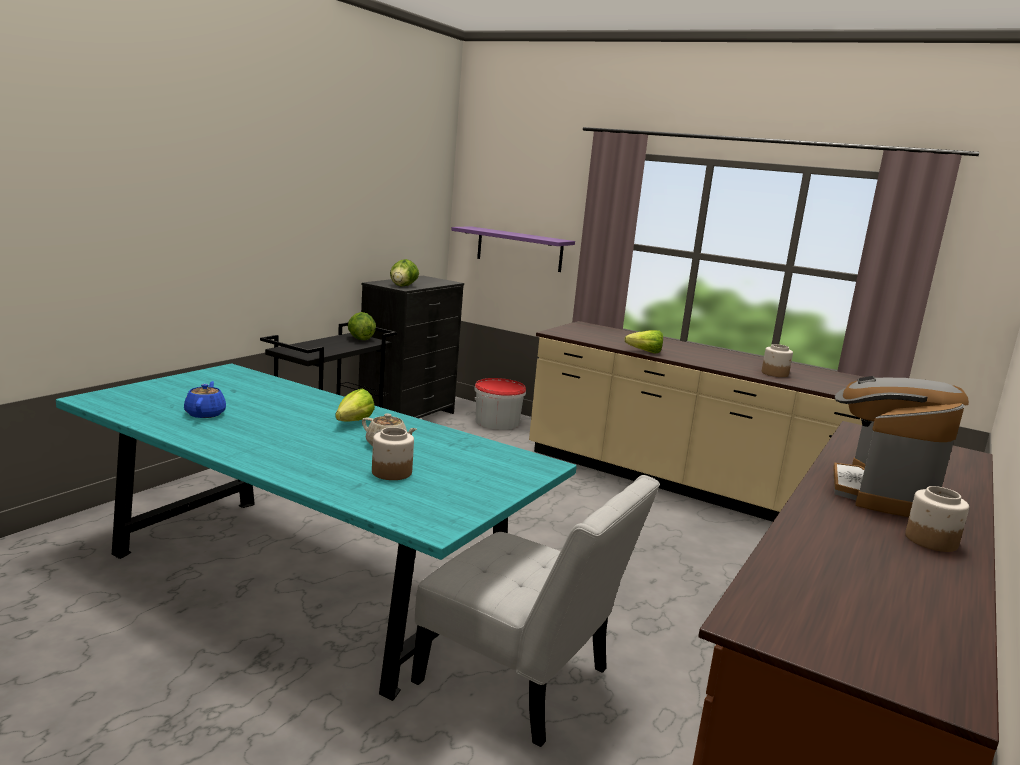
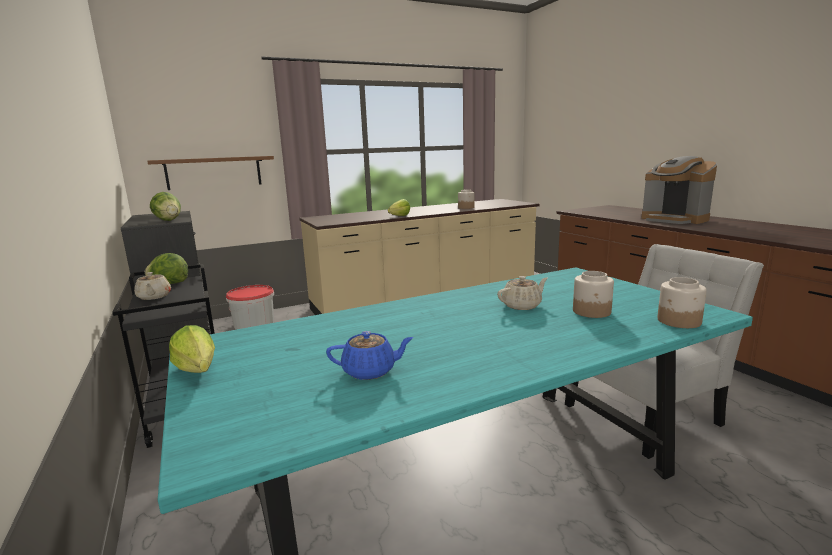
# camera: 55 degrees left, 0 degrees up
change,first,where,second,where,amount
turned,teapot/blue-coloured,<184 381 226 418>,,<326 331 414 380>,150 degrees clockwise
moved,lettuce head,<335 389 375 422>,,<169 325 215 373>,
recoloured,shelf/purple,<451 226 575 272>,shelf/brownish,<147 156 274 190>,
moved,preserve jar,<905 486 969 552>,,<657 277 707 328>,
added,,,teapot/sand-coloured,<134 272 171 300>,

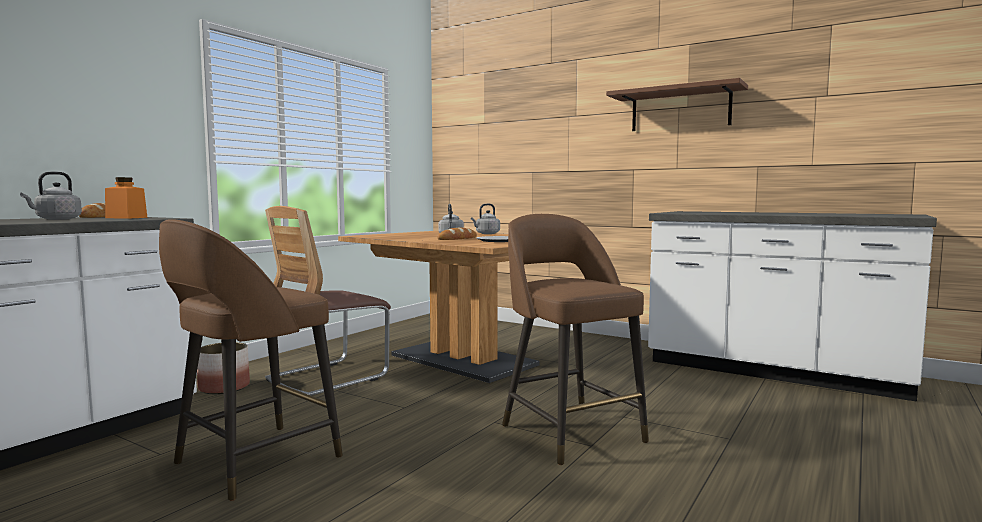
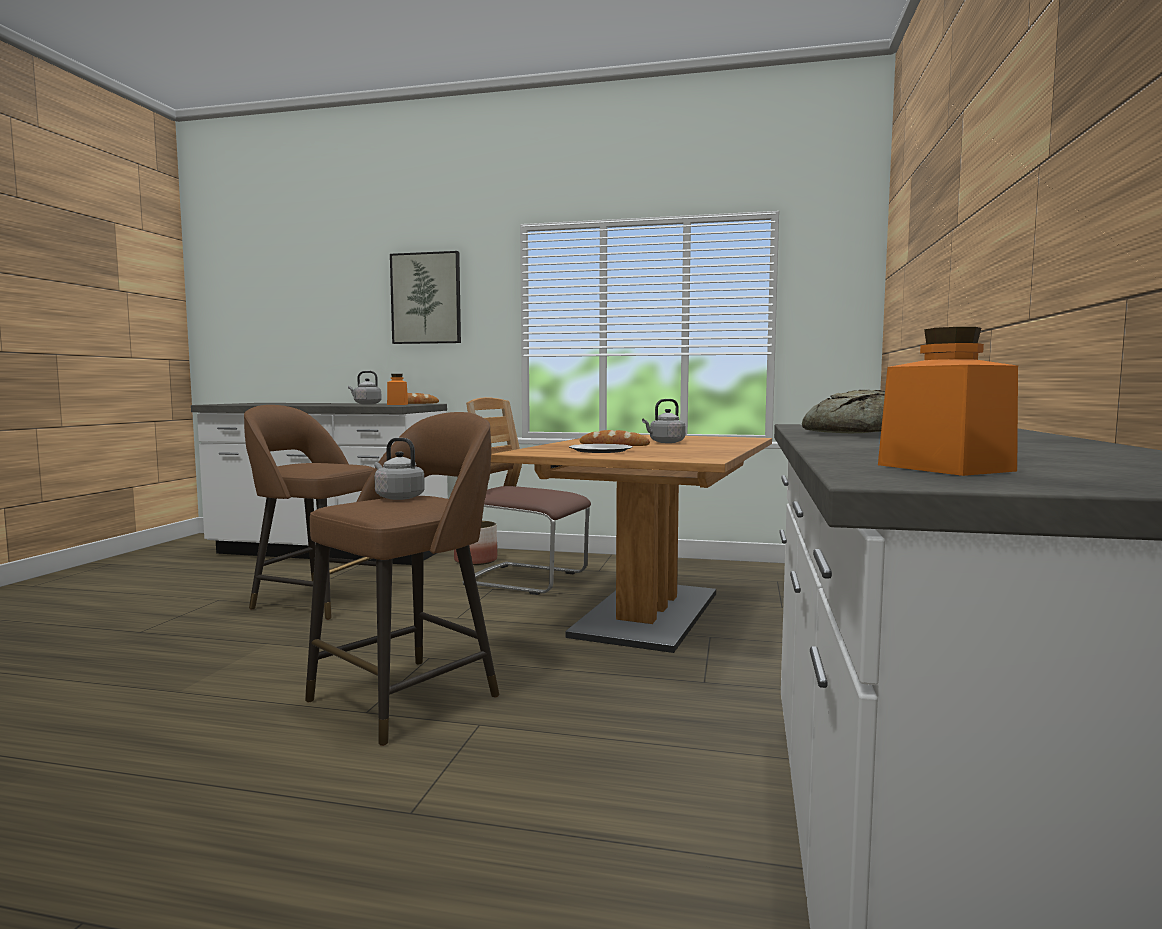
# camera: 70 degrees right, 0 degrees up
change,first,where,second,where,amount
moved,tea kettle/grey,<471 204 500 234>,,<374 438 425 500>,
removed,shelf/brownish,<606 78 748 131>,,,
added,,,wall picture,<390 251 461 344>,
added,,,baked bread,<802 390 885 433>,
added,,,preserve jar/orangey,<878 327 1018 476>,

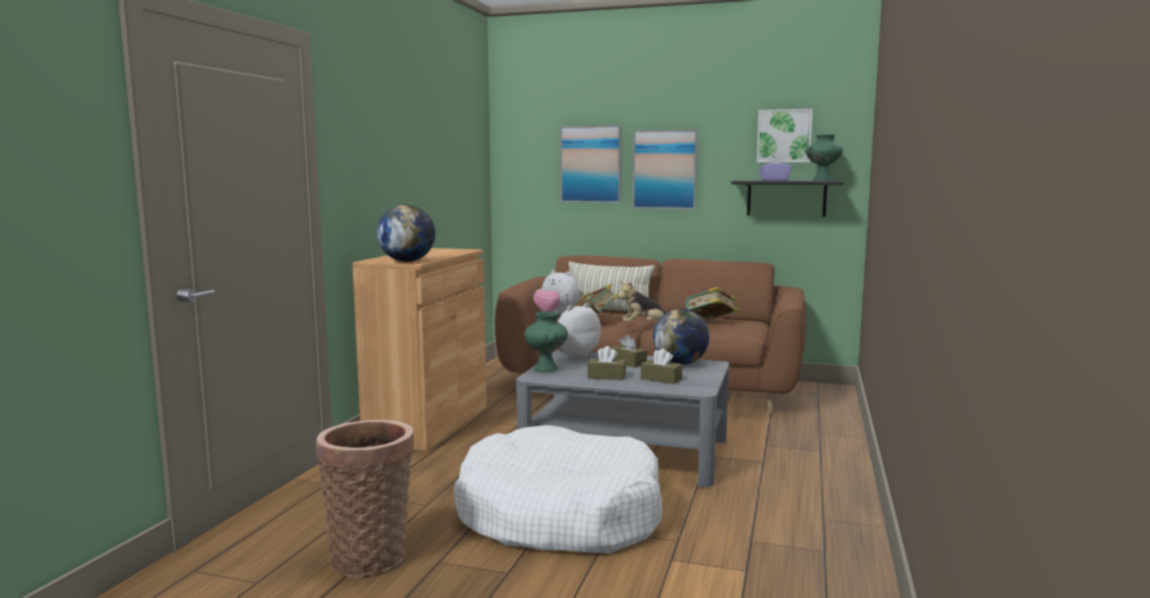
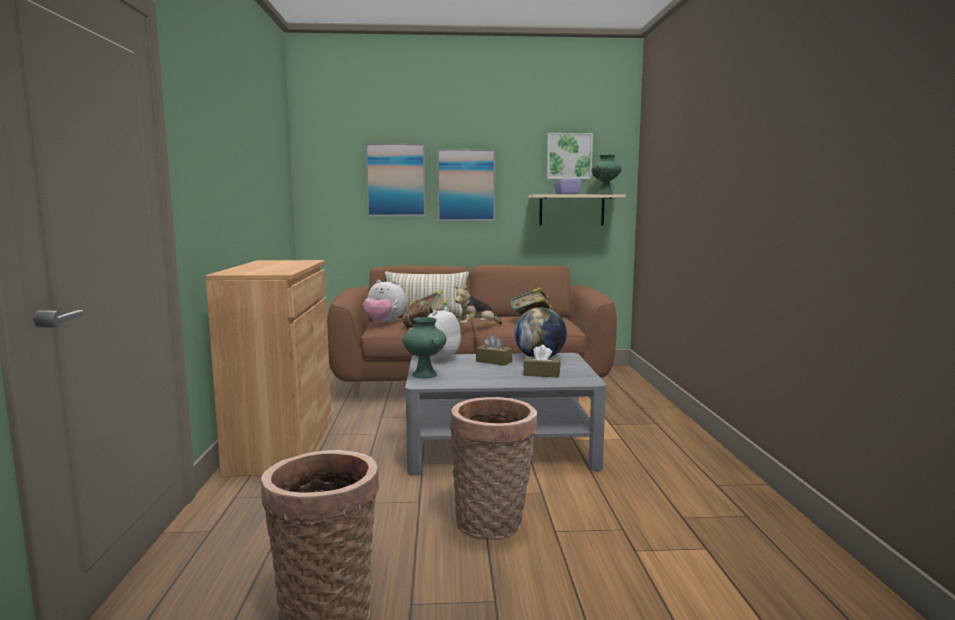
# camera: 20 degrees left, 0 degrees up
change,first,where,second,where,amount
removed,world globe,<377 205 435 262>,,,
replaced,dog cushion/white-coloured,<453 425 662 554>,storage basket,<451 397 538 539>,
removed,box of tissues/brownish,<587 346 626 380>,,,
recoloured,shelf/black-coloured,<731 181 843 217>,shelf/sand-coloured,<528 194 626 226>,

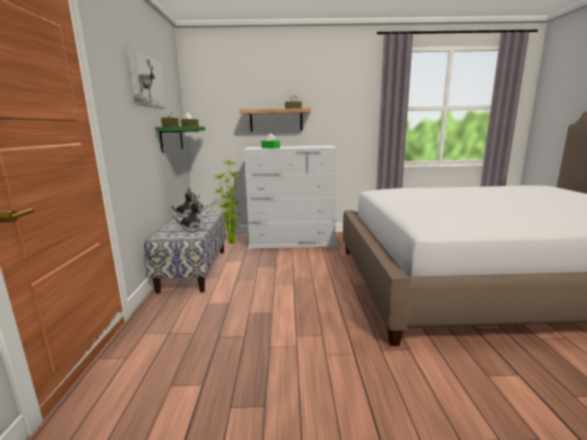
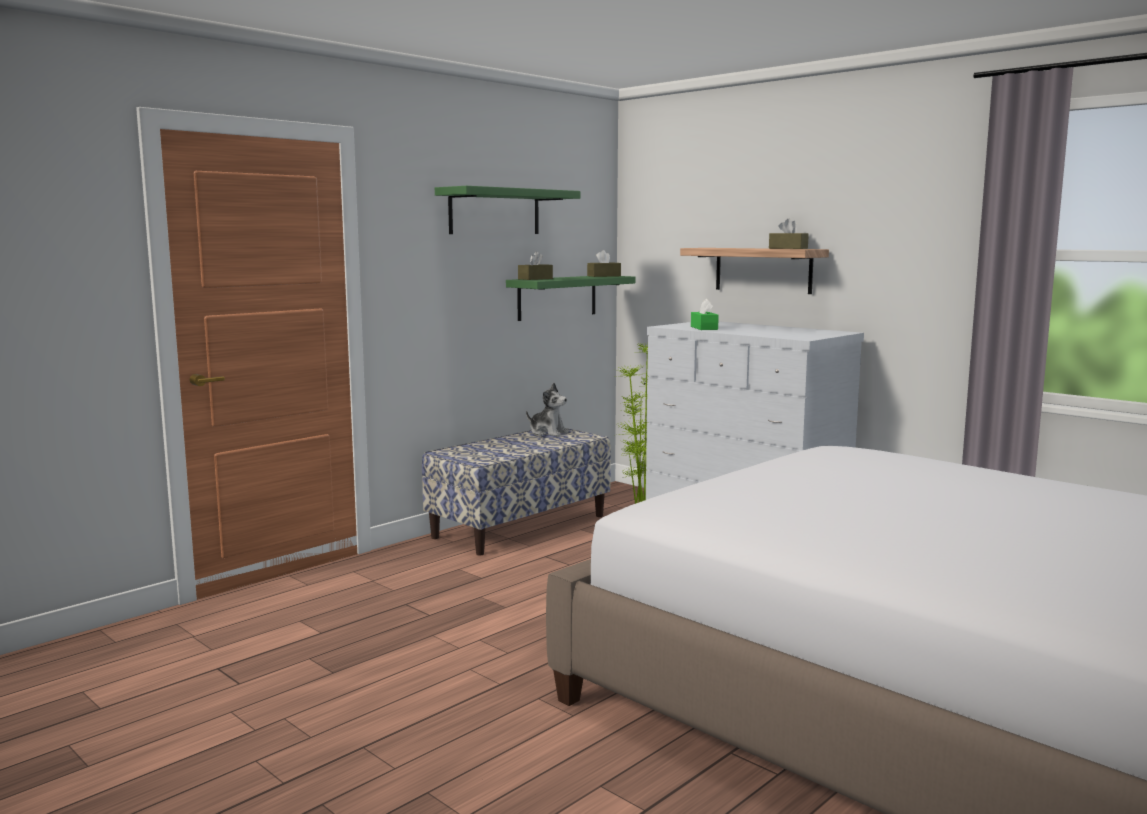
# camera: 45 degrees right, 5 degrees down
change,first,where,second,where,amount
replaced,wall picture,<127 48 166 109>,shelf/green-coloured,<435 186 580 234>,
removed,soft toy,<175 196 208 231>,,,

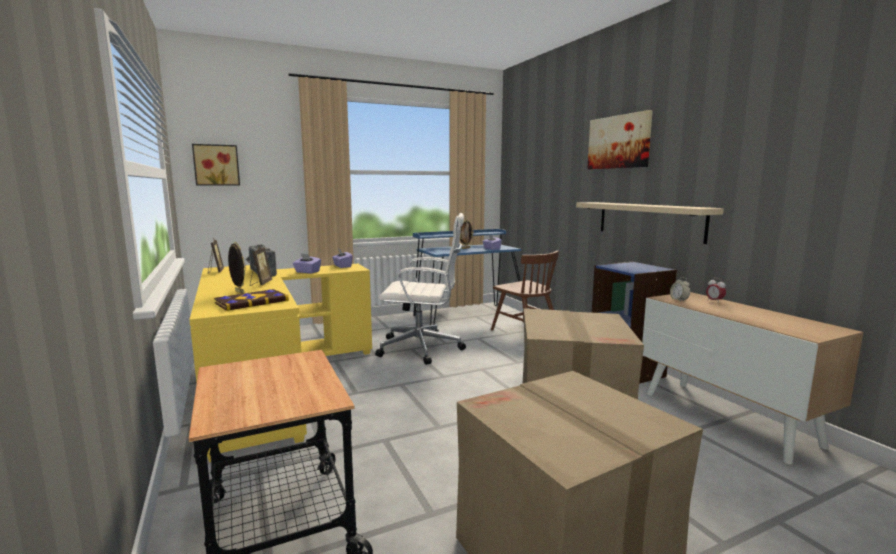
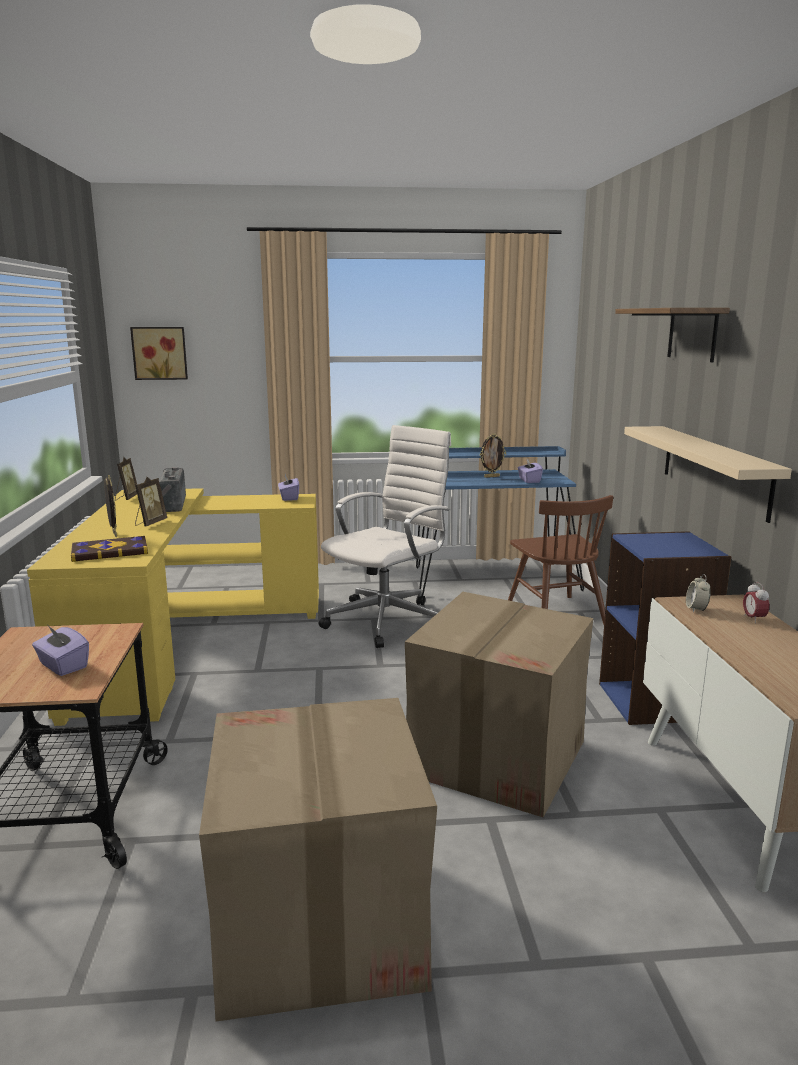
# camera: 20 degrees right, 5 degrees up
change,first,where,second,where,amount
moved,box of tissues/purple,<293 253 321 273>,,<32 626 89 676>,
turned,desk chair/white-coloured,<375 213 466 365>,,<319 425 451 648>,75 degrees counterclockwise
replaced,wall picture,<587 110 653 169>,shelf,<615 308 730 362>,

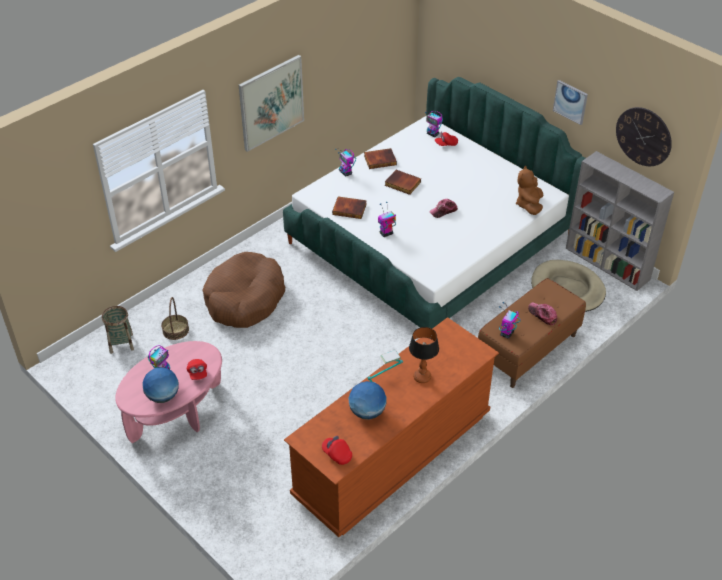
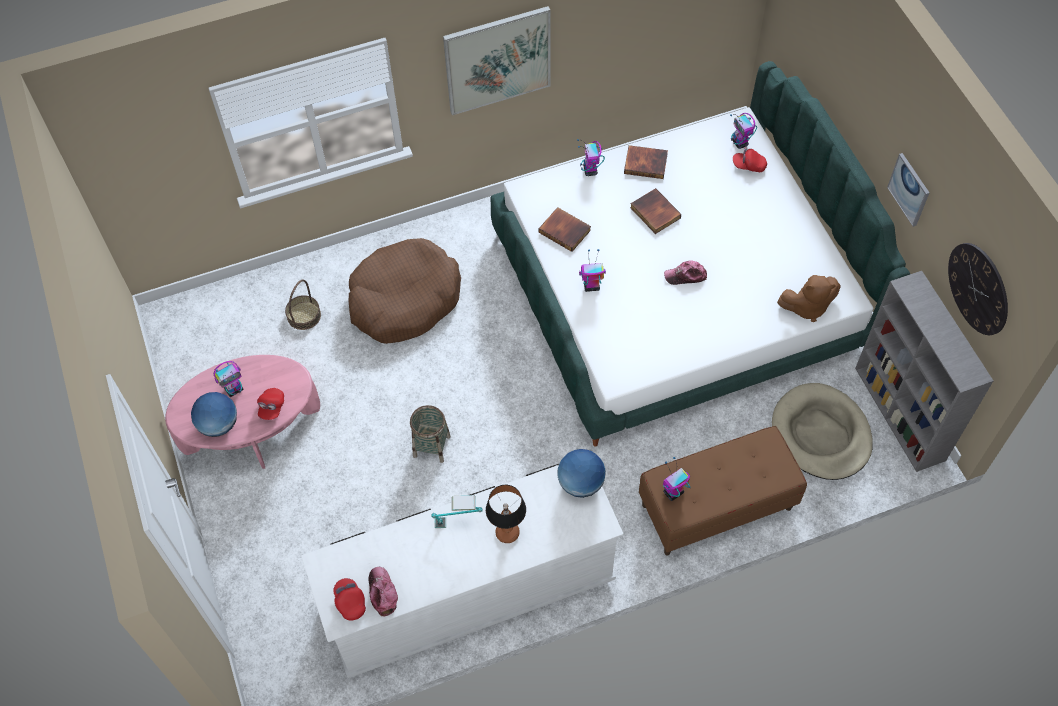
# camera: 25 degrees right, 15 degrees up
change,first,where,second,where,amount
moved,storage basket,<102 306 134 354>,,<410 405 451 463>,
recoloured,chest of drawers/brownish,<284 317 499 537>,chest of drawers/white-coloured,<301 464 624 678>,
moved,world globe,<349 381 387 420>,,<557 449 606 498>,
turned,soft toy/brownish,<516 166 543 215>,,<777 275 841 322>,135 degrees counterclockwise
moved,baseball cap,<528 302 557 326>,,<369 567 398 616>,

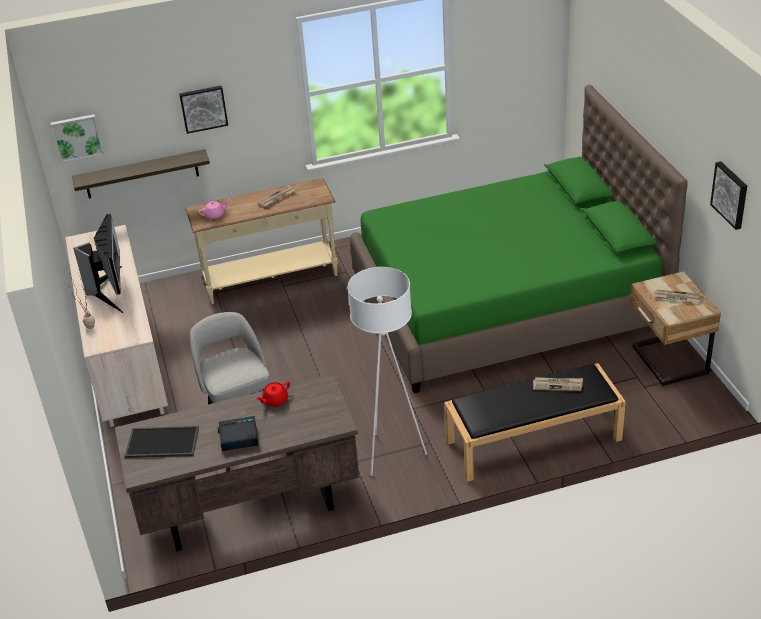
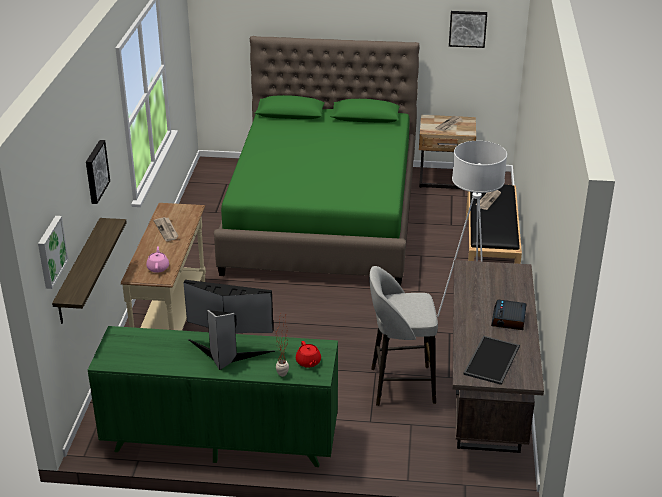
# camera: 70 degrees left, 5 degrees down
change,first,where,second,where,amount
recoloured,chest of drawers/sand-coloured,<65 225 168 427>,chest of drawers/green-coloured,<88 326 338 467>,
moved,teapot/red-coloured,<256 381 290 406>,,<296 341 321 368>,

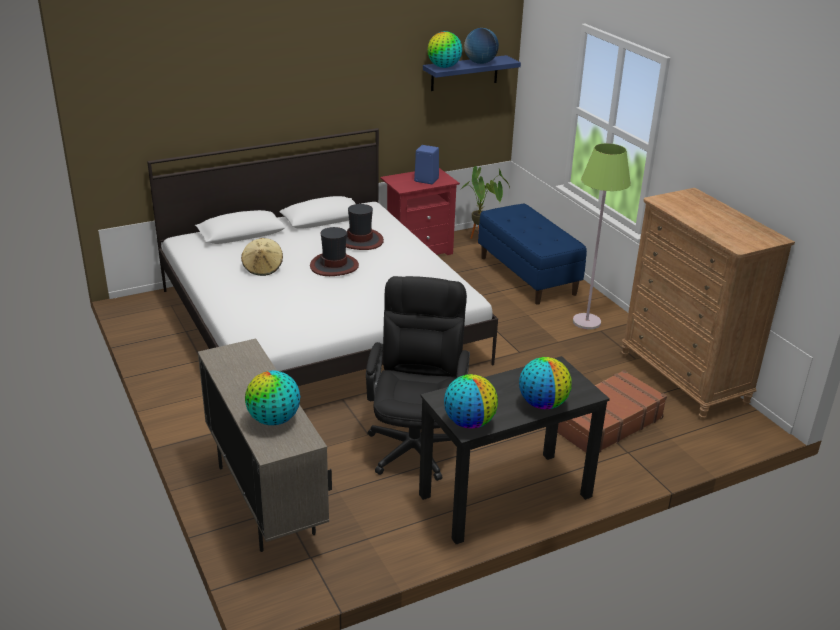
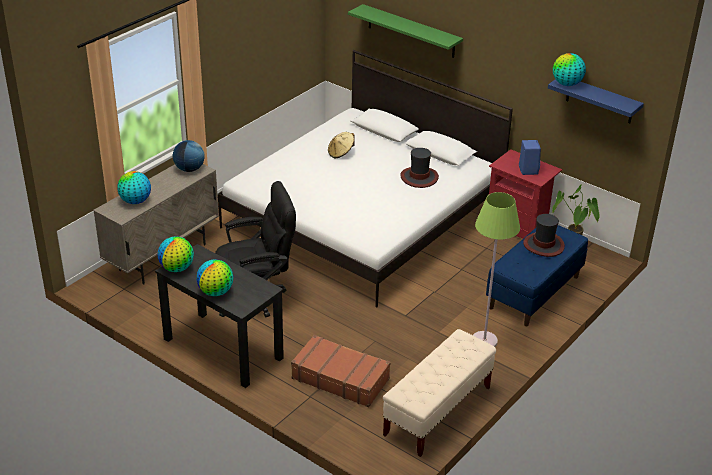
# camera: 65 degrees right, 5 degrees up
change,first,where,second,where,amount
moved,wearable hat,<310 227 359 276>,,<523 214 565 257>,
moved,world globe,<464 28 499 64>,,<173 140 205 172>,
replaced,chest of drawers/brownish,<621 188 795 420>,indoor bench/sand-coloured,<383 329 496 457>,
added,,,shelf/green-coloured,<348 4 463 58>,

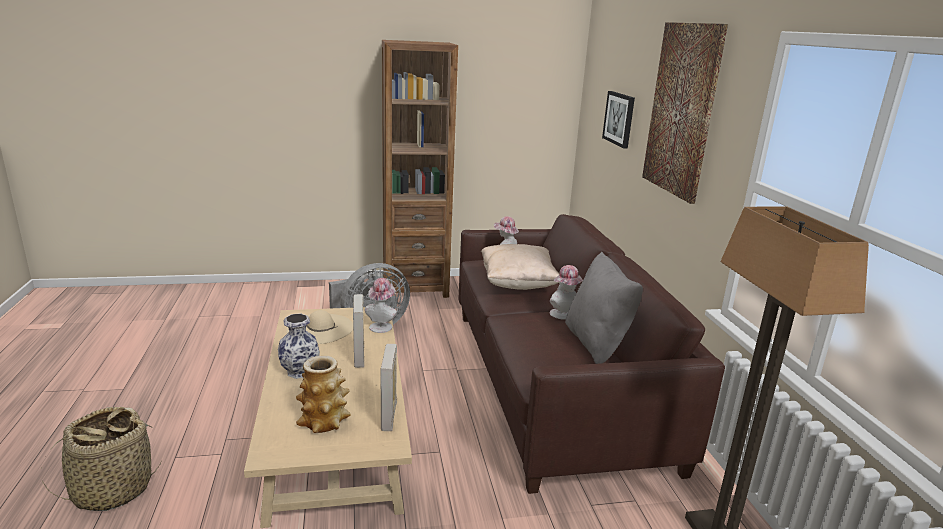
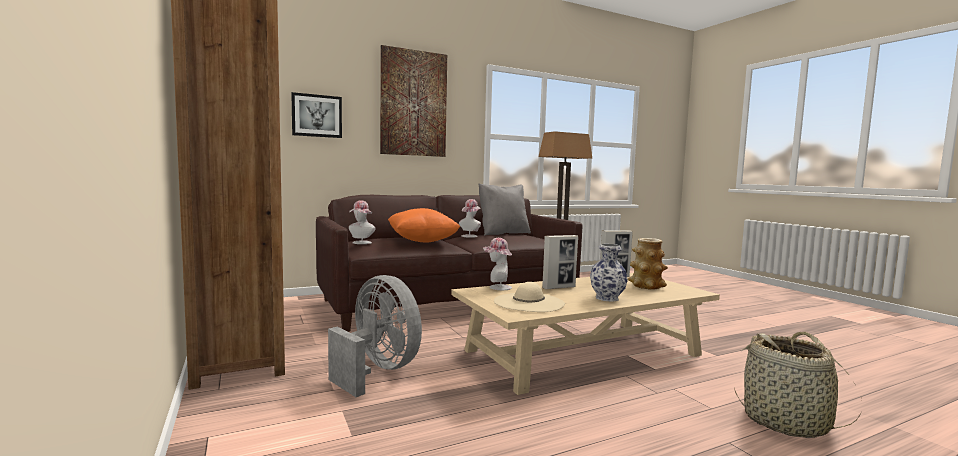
# camera: 105 degrees left, 15 degrees down
change,first,where,second,where,amount
recoloured,cushion/sand-coloured,<481 244 559 290>,cushion/orangey,<388 208 460 242>,

